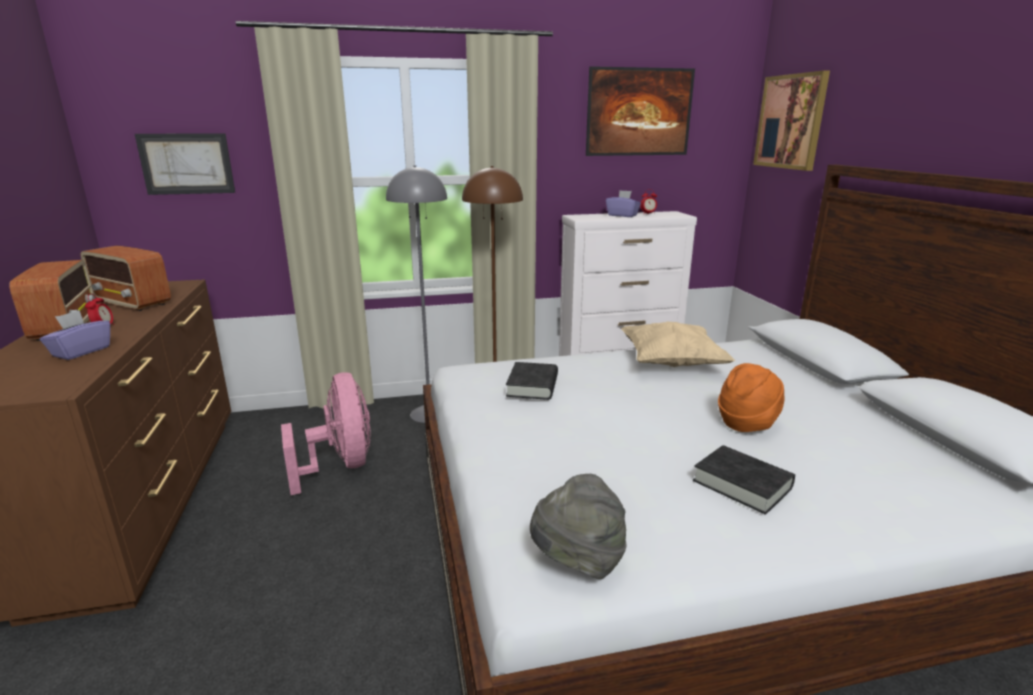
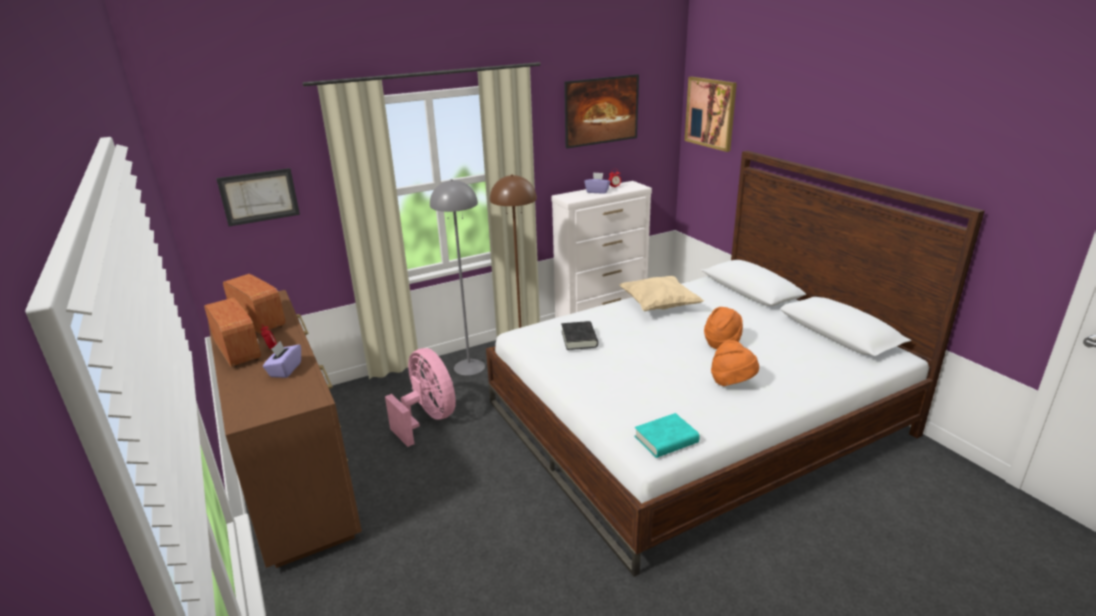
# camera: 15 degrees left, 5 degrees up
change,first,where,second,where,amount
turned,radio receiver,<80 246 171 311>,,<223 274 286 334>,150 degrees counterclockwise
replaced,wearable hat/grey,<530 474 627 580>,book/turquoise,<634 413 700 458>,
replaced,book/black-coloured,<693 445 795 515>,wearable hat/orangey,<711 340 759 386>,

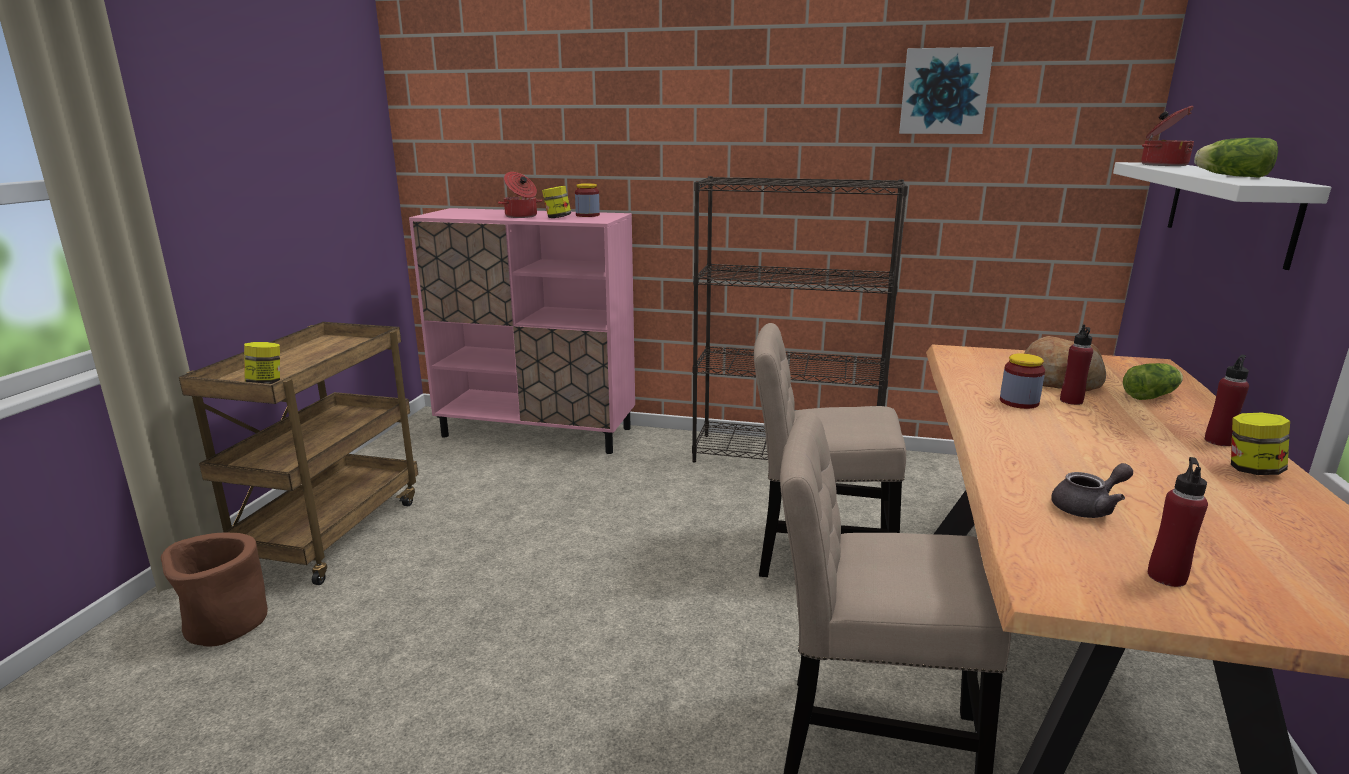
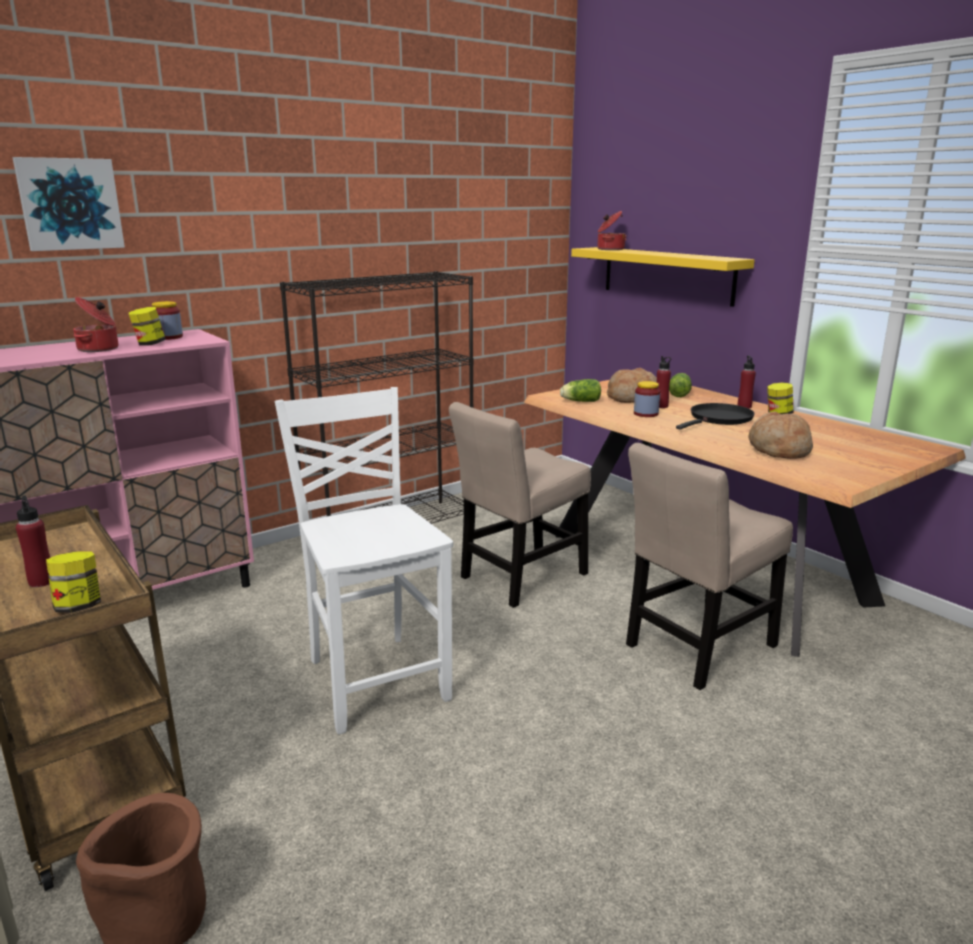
# camera: 50 degrees left, 0 degrees up
change,first,where,second,where,amount
moved,wall picture,<899 47 994 134>,,<12 157 125 251>,
replaced,teapot/grey,<1051 463 1133 518>,baked bread,<748 411 813 459>,
recoloured,shelf/white-coloured,<1113 162 1331 270>,shelf/yellowish,<571 247 755 307>,
moved,drink bottle/red-coloured,<1148 457 1208 587>,,<16 495 50 587>,
moved,lettuce head,<1194 138 1278 178>,,<560 379 601 402>,
added,,,chair/white-coloured,<275 387 453 734>,
added,,,skillet/black-coloured,<676 403 755 430>,

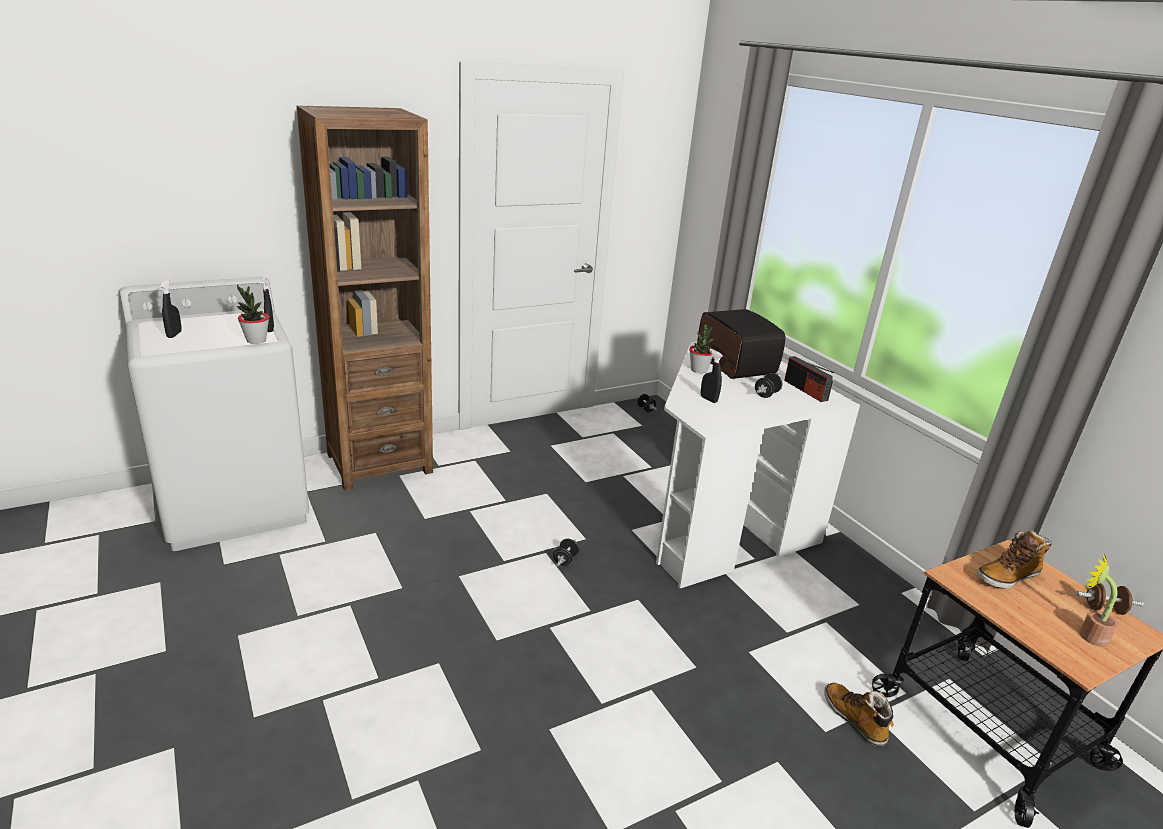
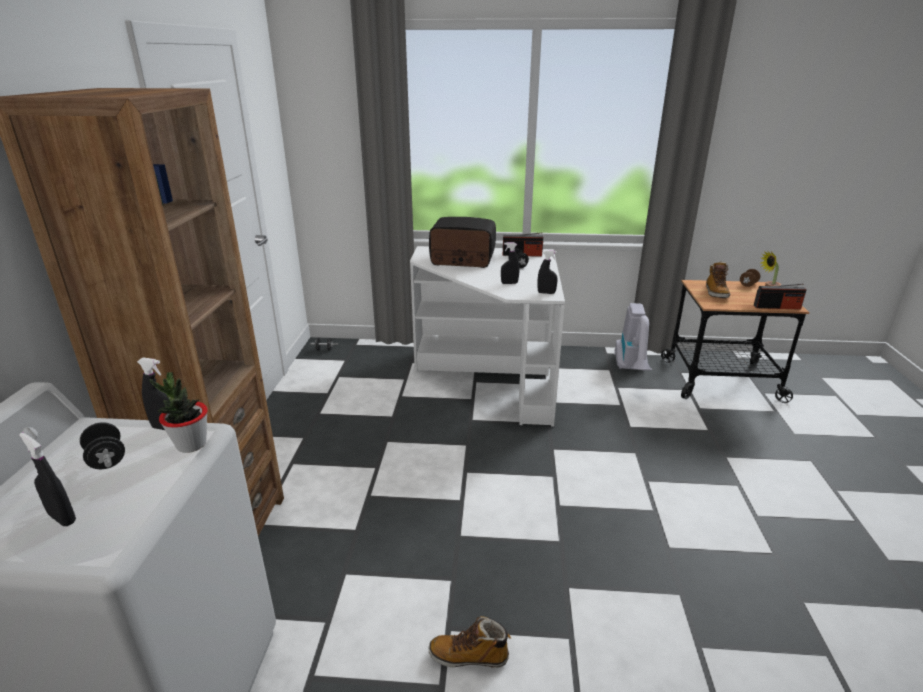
# camera: 55 degrees left, 0 degrees up
change,first,where,second,where,amount
moved,hand weight/black-coloured,<553 539 579 566>,,<80 422 125 469>,
removed,plant in a pot,<689 325 714 373>,,,
moved,tall boot,<824 683 894 747>,,<429 616 511 668>,
added,,,sprayer/black-coloured,<537 250 558 294>,
added,,,vacuum,<614 303 652 371>,
added,,,radio receiver,<754 284 807 310>,

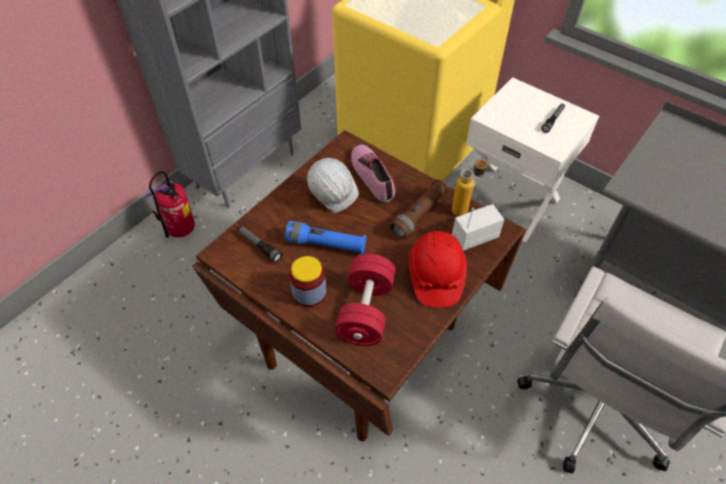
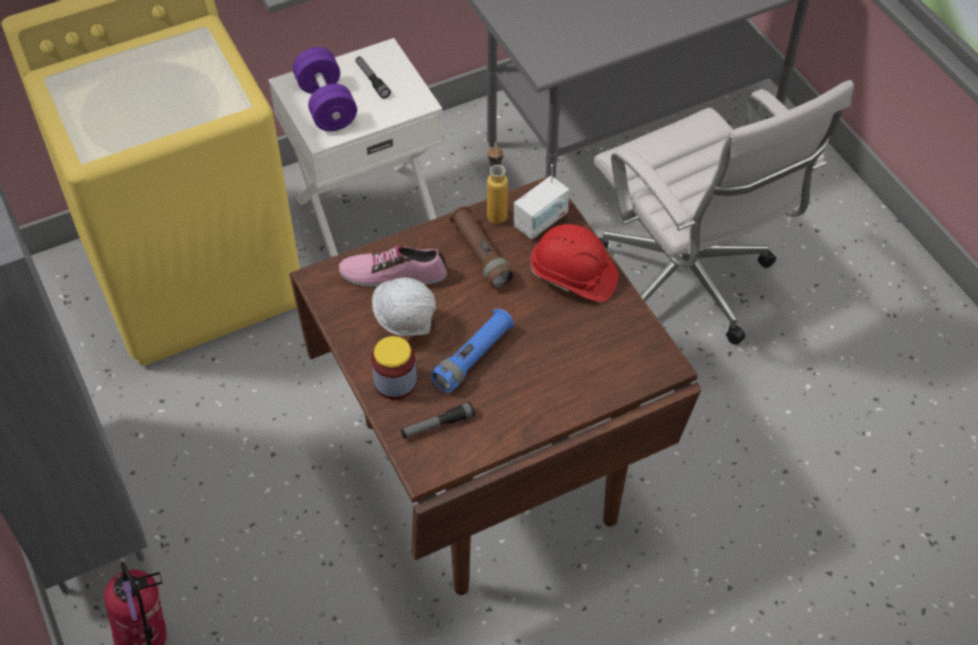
# camera: 65 degrees left, 0 degrees up
change,first,where,second,where,amount
moved,preserve jar,<289 256 327 307>,,<371 336 417 399>,
removed,hand weight/red-coloured,<335 254 396 346>,,,
turned,radio receiver,<452 204 504 251>,,<513 164 569 240>,135 degrees counterclockwise
added,,,hand weight/purple,<293 47 357 131>,

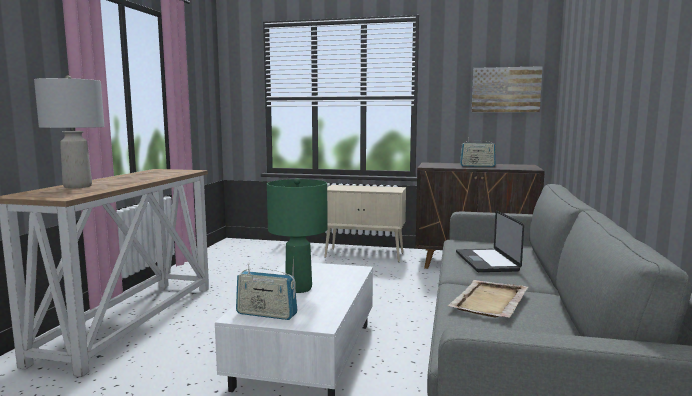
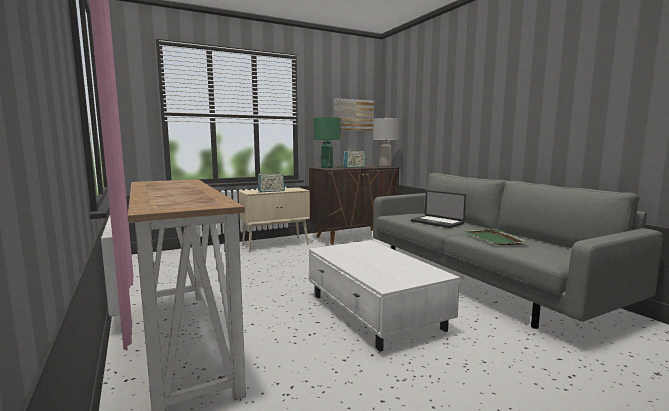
# camera: 40 degrees left, 0 degrees up
change,first,where,second,where,amount
moved,table lamp/grey,<34 75 104 188>,,<373 117 400 167>,
moved,radio receiver,<236 263 298 320>,,<258 171 285 192>,
moved,table lamp/green-coloured,<267 178 328 293>,,<314 116 341 168>,
recoloured,serving tray/sand-coloured,<448 280 528 318>,serving tray/green-coloured,<464 228 529 245>,

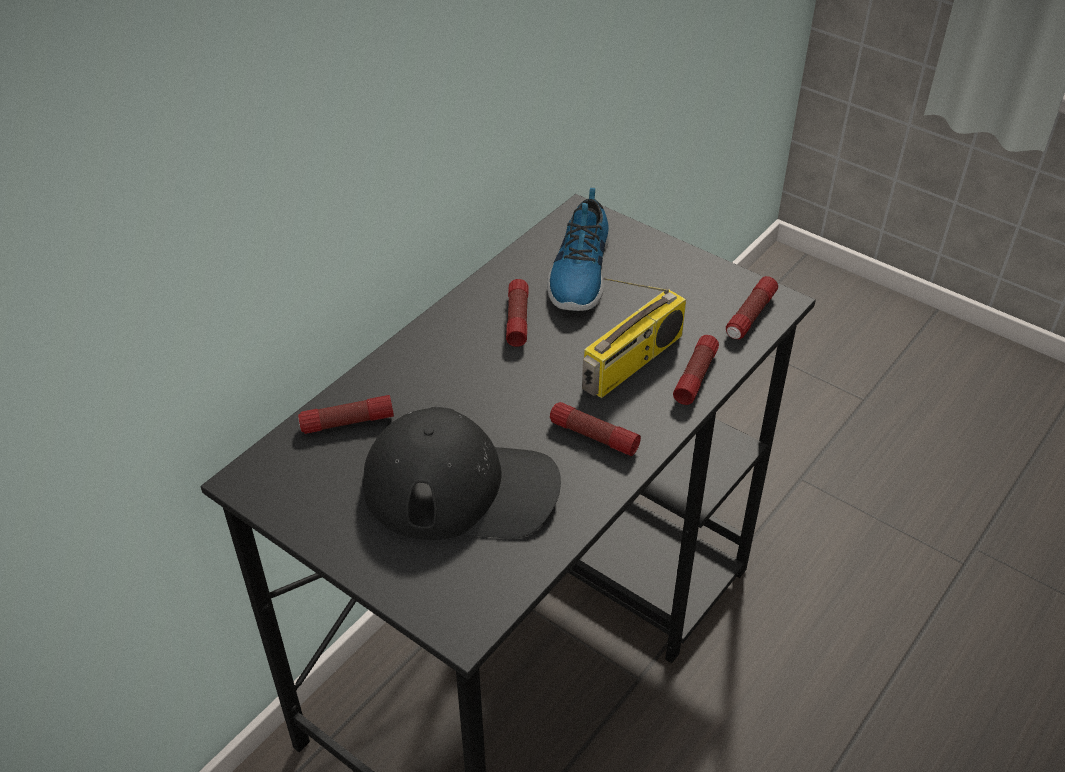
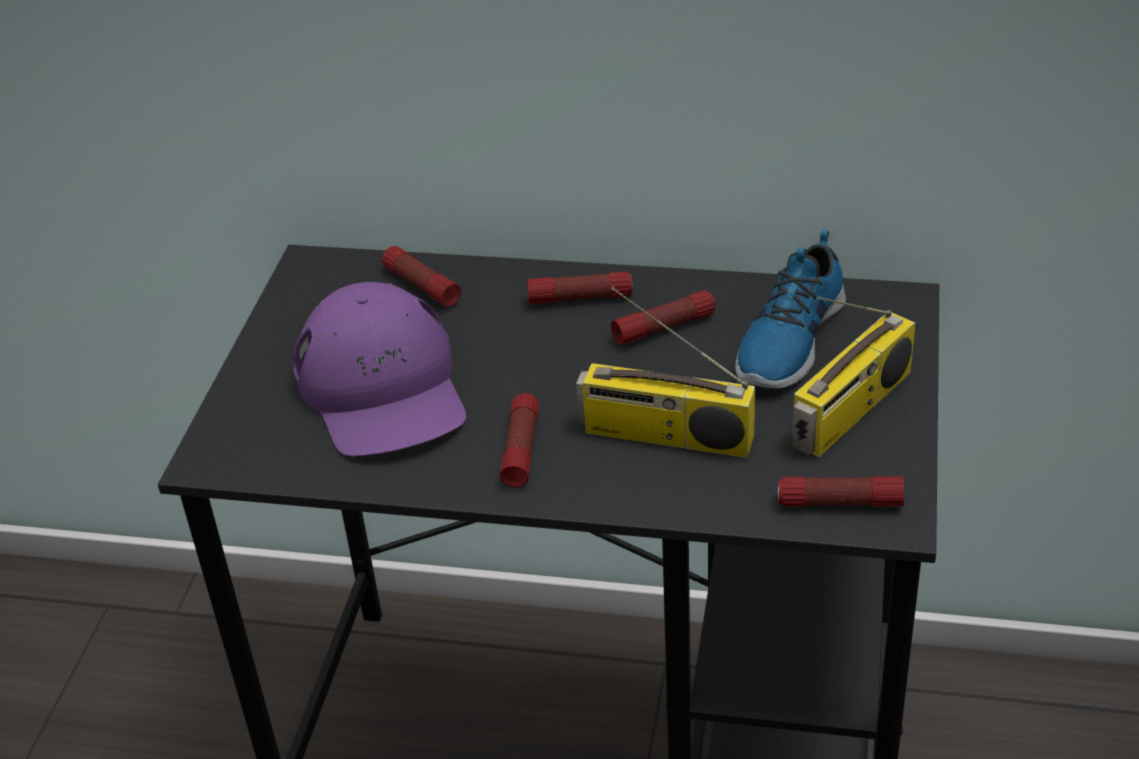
# camera: 65 degrees right, 5 degrees down
change,first,where,second,where,amount
recoloured,baseball cap/black-coloured,<362 407 561 540>,baseball cap/purple,<293 282 466 457>,
turned,item of footwear,<547 188 610 311>,,<735 230 846 389>,45 degrees counterclockwise
moved,flashlight,<673 335 719 405>,,<527 271 633 304>,
added,,,radio receiver,<792 297 916 457>,

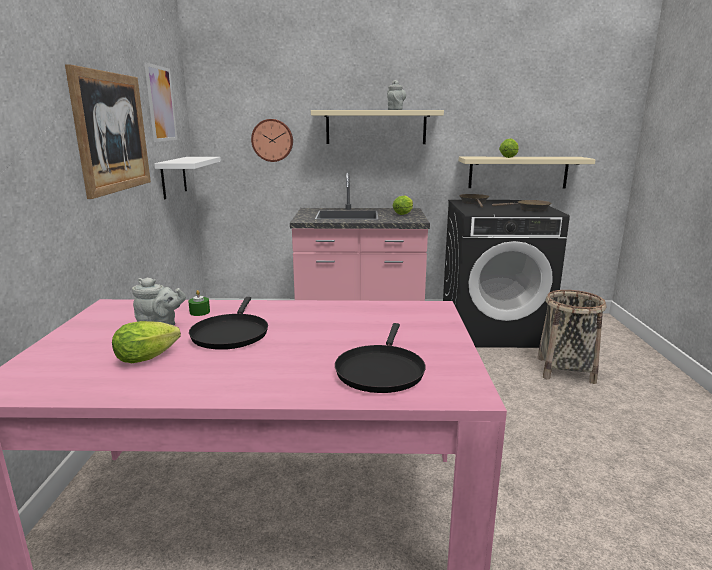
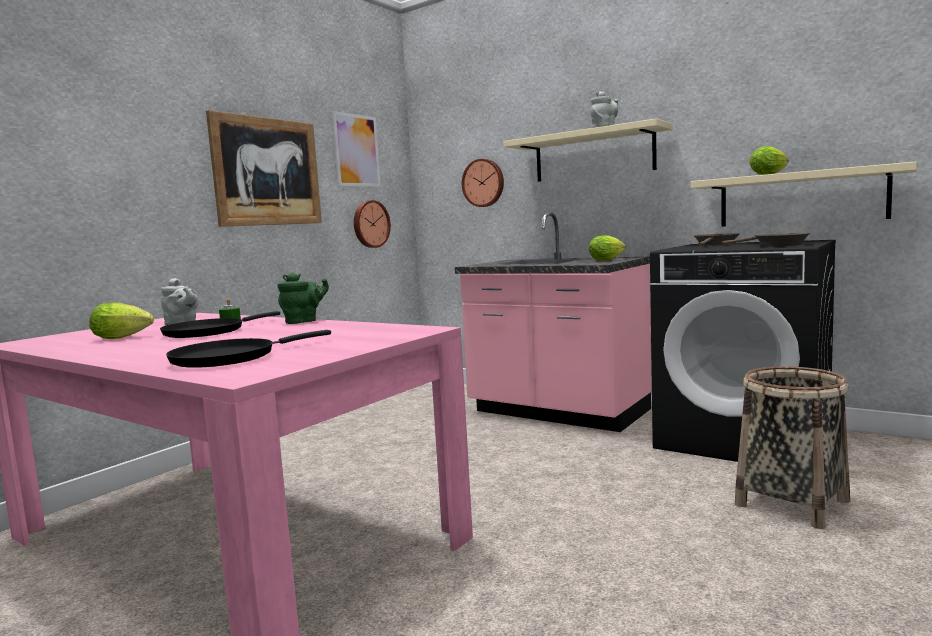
# camera: 35 degrees right, 10 degrees down
change,first,where,second,where,amount
replaced,shelf/white-coloured,<154 157 221 200>,clock on the wall,<354 200 391 248>,
added,,,teapot/green-coloured,<277 273 329 324>,

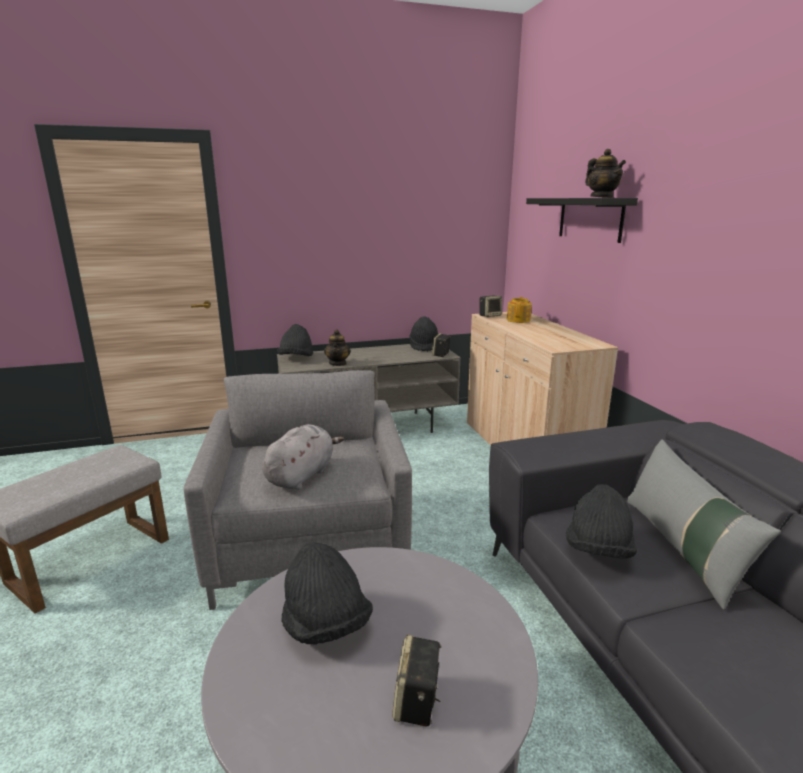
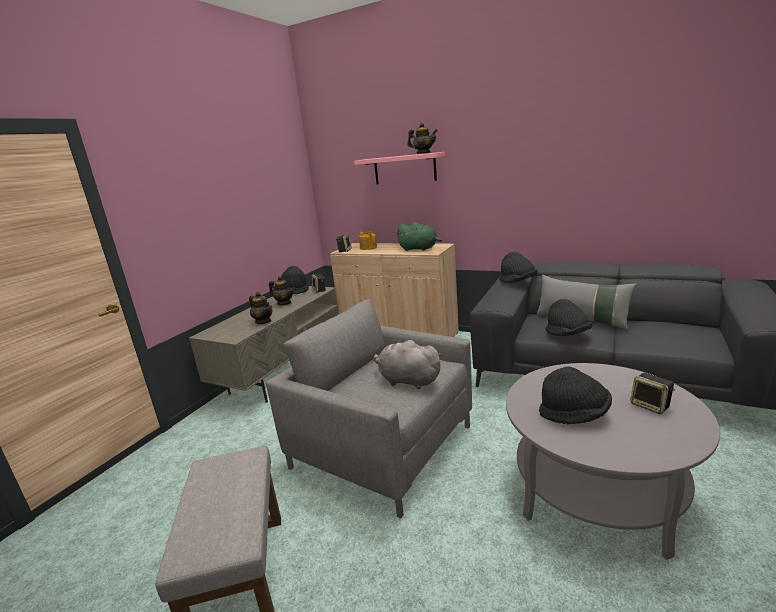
# camera: 45 degrees left, 0 degrees up
change,first,where,second,where,amount
turned,soft toy/grey,<262 424 344 490>,,<374 340 442 389>,45 degrees counterclockwise
moved,wearable hat/black-coloured,<277 324 313 356>,,<499 252 538 283>,
recoloured,shelf/black-coloured,<526 198 638 243>,shelf/pinkish,<354 152 445 184>,
added,,,teapot,<269 276 294 305>,
added,,,soft toy/green-coloured,<396 222 442 251>,

